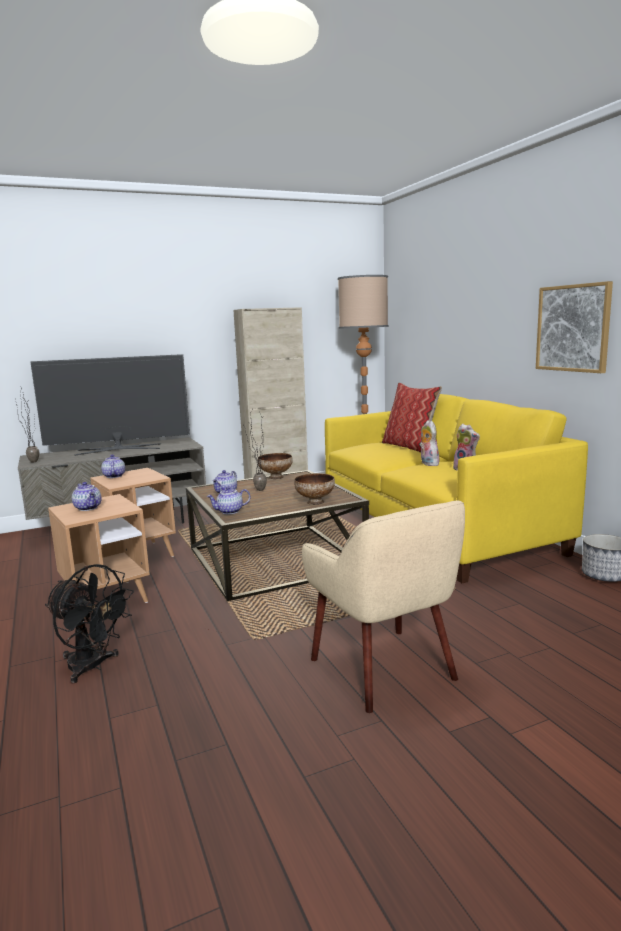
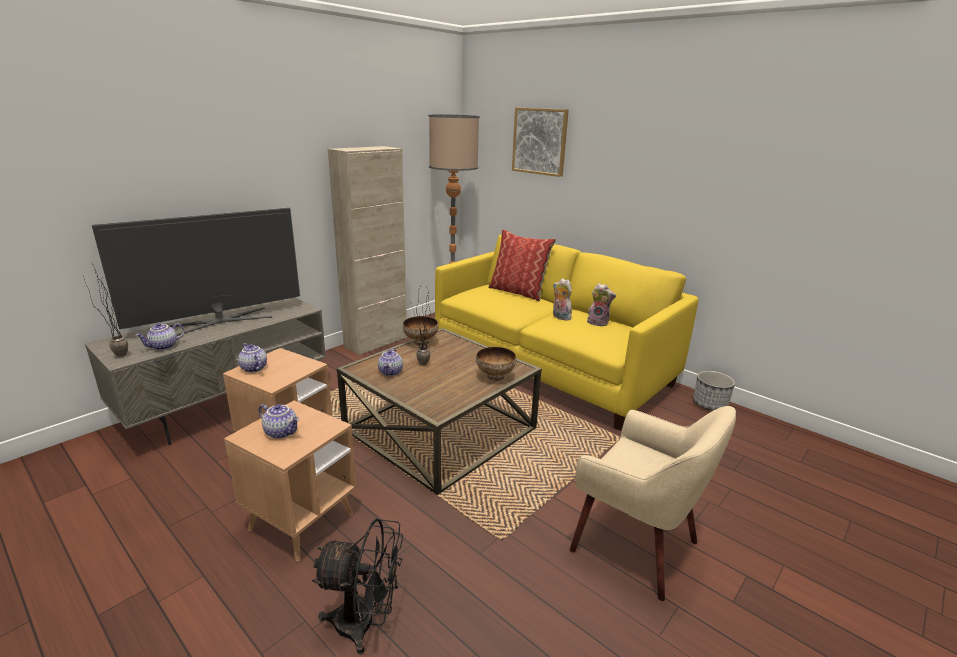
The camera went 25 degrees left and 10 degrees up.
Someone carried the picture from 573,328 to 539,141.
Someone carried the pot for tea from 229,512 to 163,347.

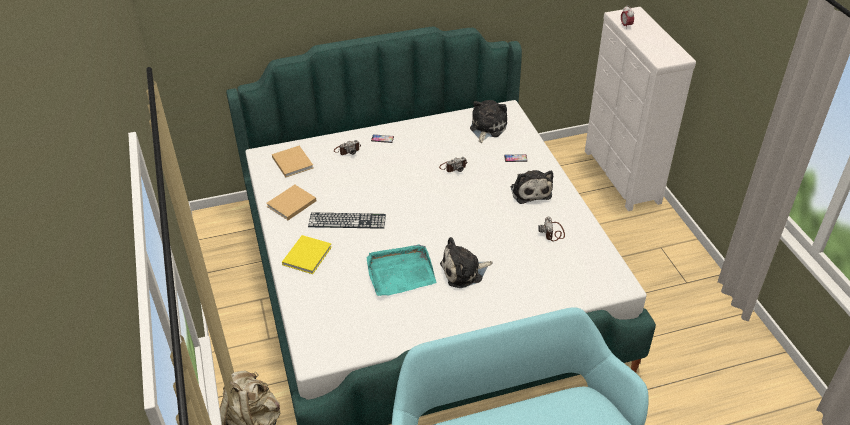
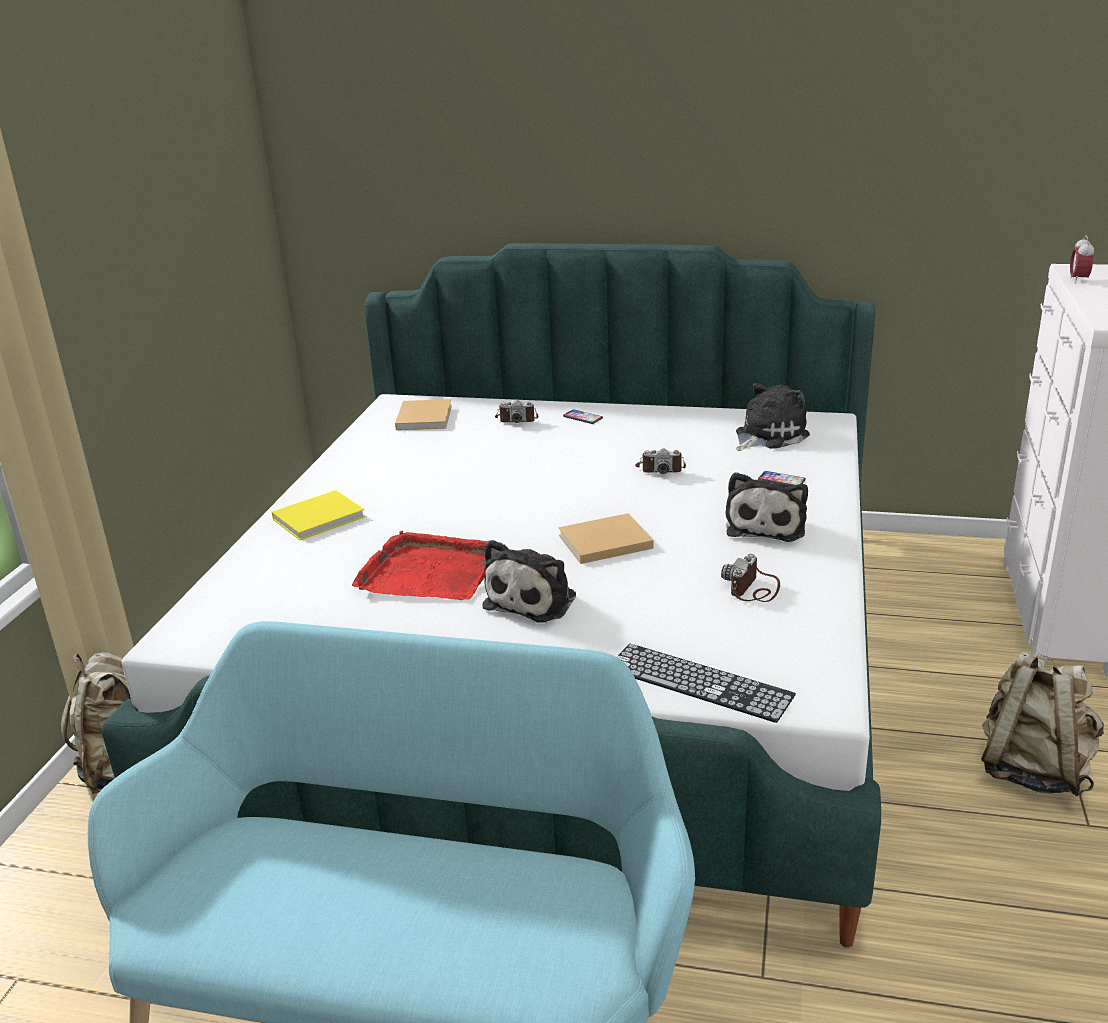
The camera went 30 degrees right and 15 degrees down.
Someone carried the beige book from 290,204 to 602,542.
Someone carried the computer keyboard from 347,220 to 699,682.
Someone rotated the plush toy at 464,271 by 75 degrees counterclockwise.
Someone repainted the turquoise-coloured serving tray at 400,272, which became the red serving tray at 429,572.
Someone put down the beige rucksack at 1032,770.

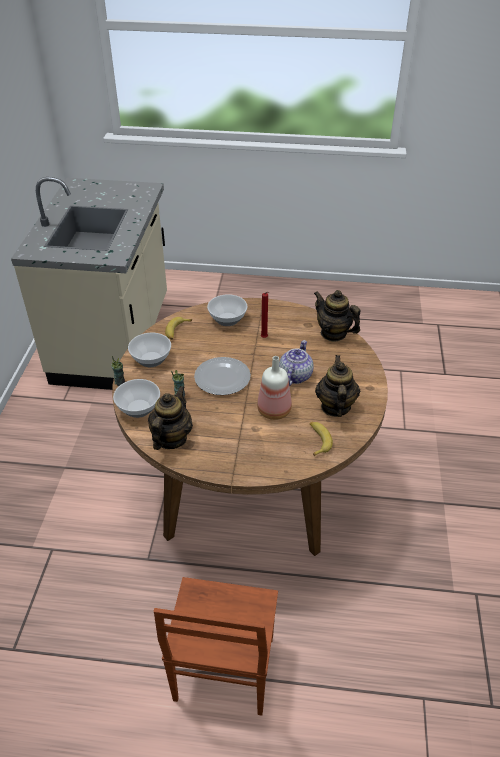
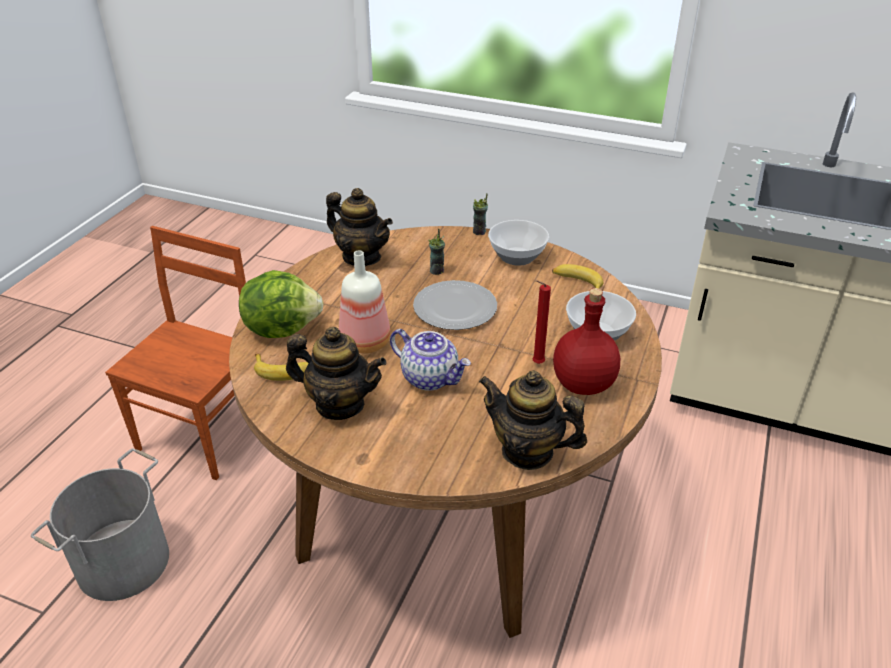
The camera went 105 degrees right and 5 degrees down.
Someone rotated the pot for tea at 333,333 by 120 degrees counterclockwise.
Someone took away the deep dish at 138,409.
Someone rotated the brownish plain chair at 222,670 by 90 degrees clockwise.
Someone put down the lettuce head at 282,328.
Someone put down the red bottle at 583,385.
Someone put down the grey bucket at 122,562.

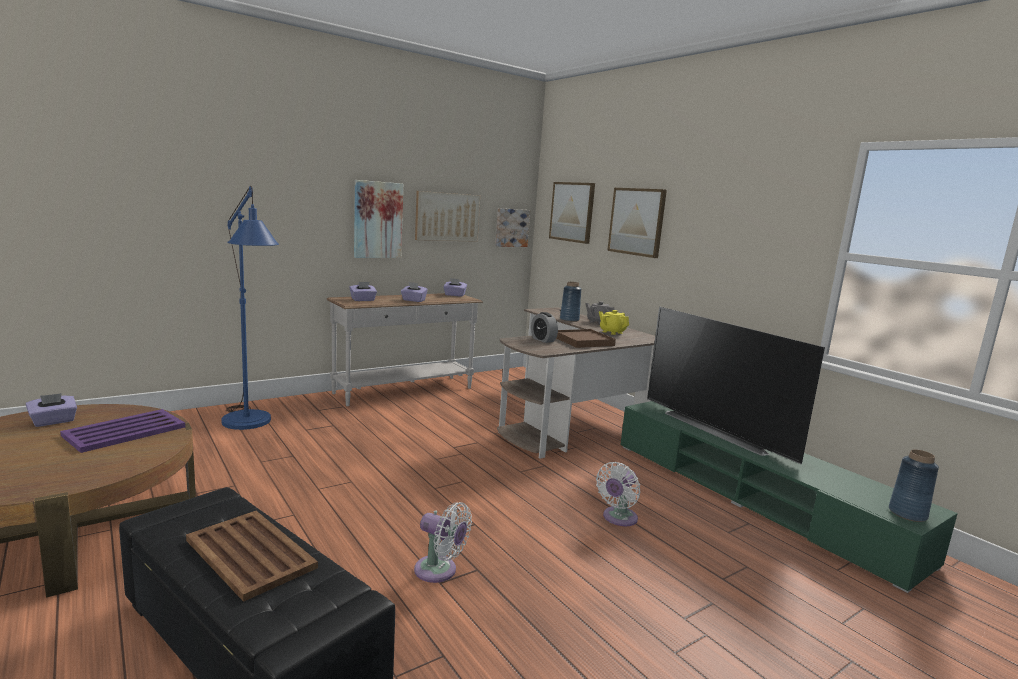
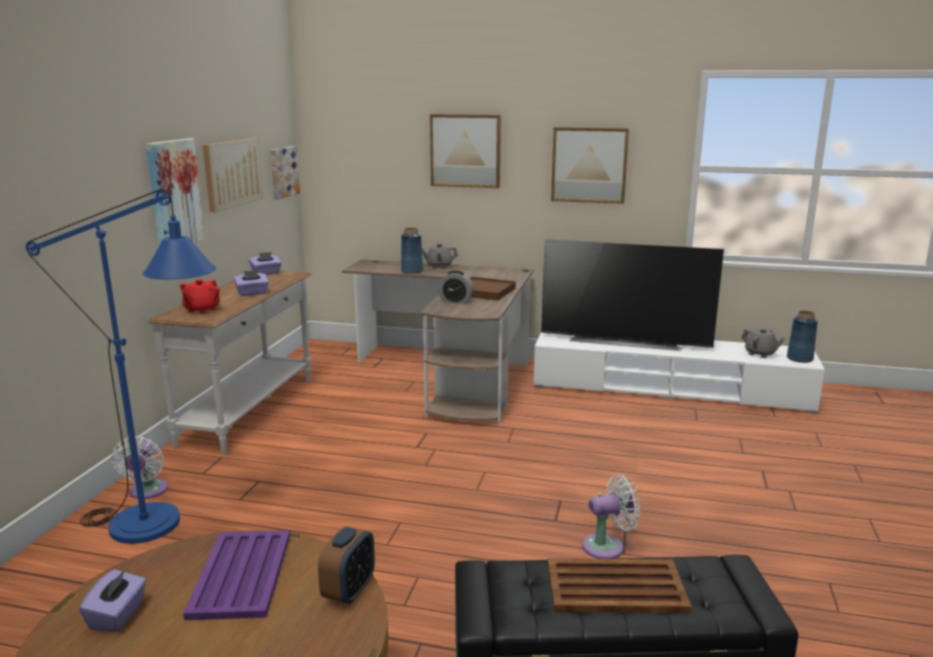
The camera went 40 degrees left and 5 degrees up.
Someone carried the picture from 572,212 to 589,165.
Someone swapped the purplish tissue box at 363,300 for the red pot for tea at 202,310.
Someone took away the yellow pot for tea at 612,332.
Someone repainted the green media console at 754,498, which became the white media console at 670,388.
Someone carried the white electric fan from 618,518 to 147,492.
Someone put down the grey pot for tea at 760,354.
Someone put down the table clock at 349,591.

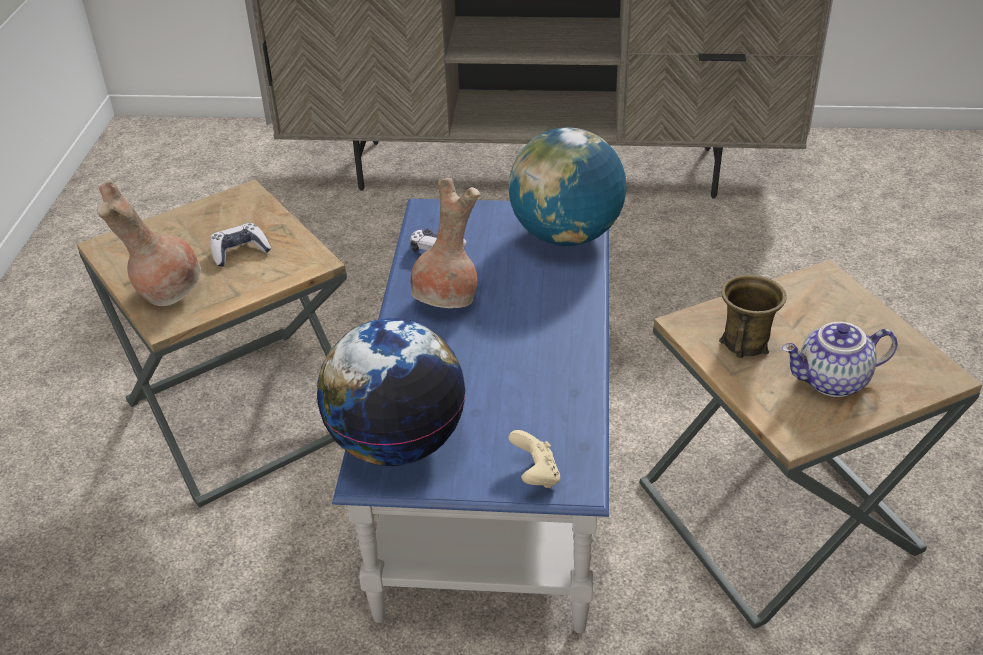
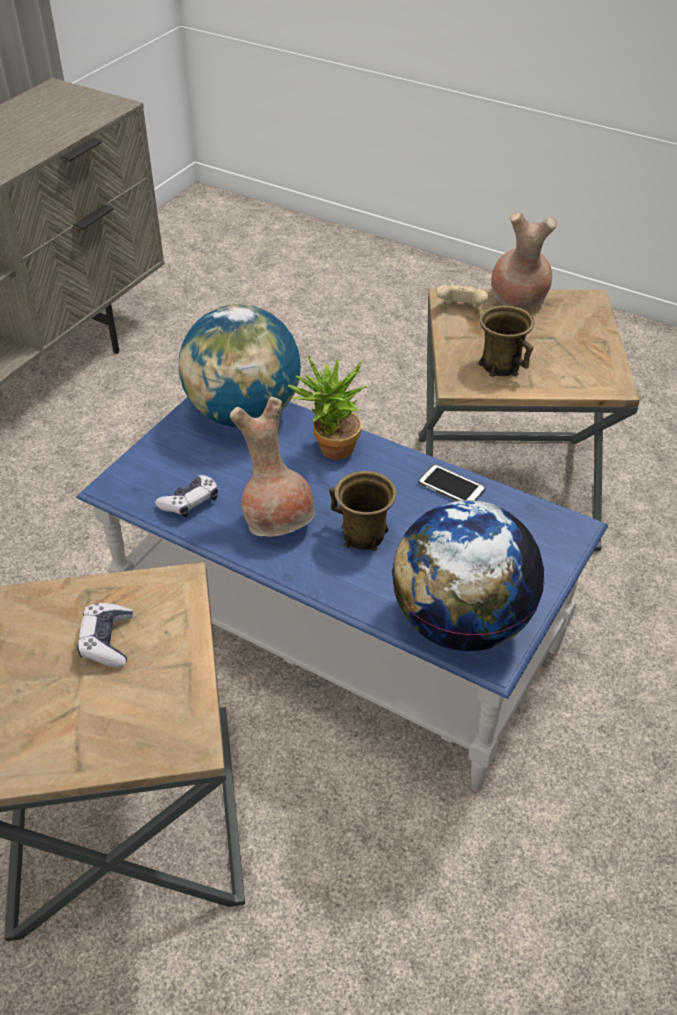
The camera went 65 degrees left and 5 degrees up.
Someone carried the brownish flower vase from 166,291 to 517,300.
Someone took away the pot for tea at 832,382.
Someone carried the beige joypad from 535,475 to 461,309.
Someone put down the houseplant at 330,451.
Someone put down the handset at 451,486.
Someone put down the brownish mug at 363,536.

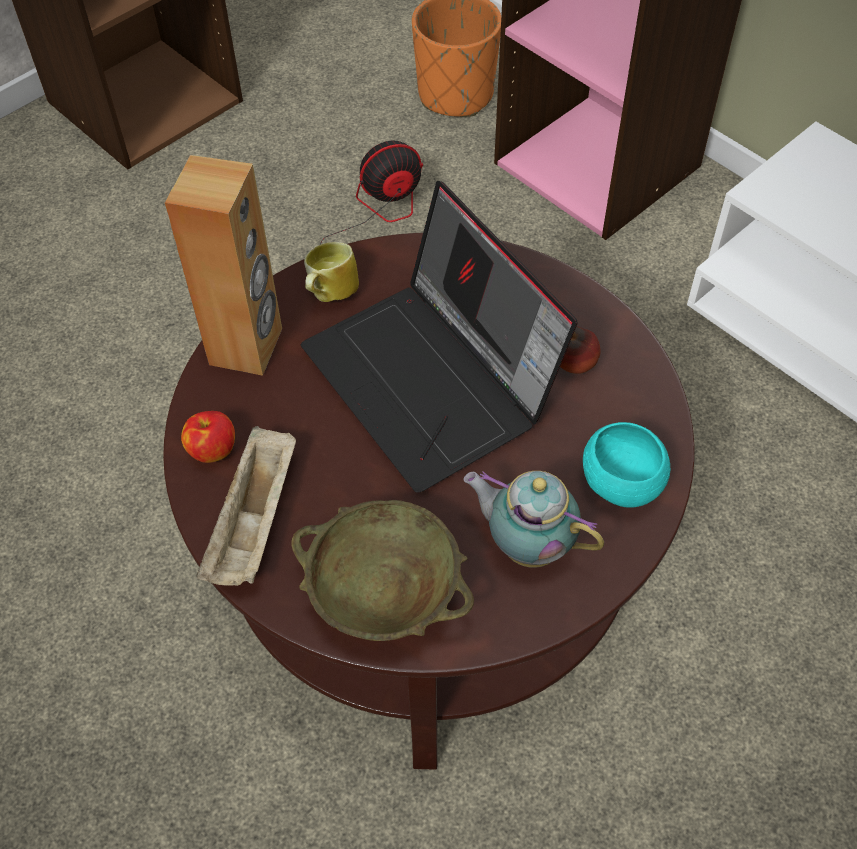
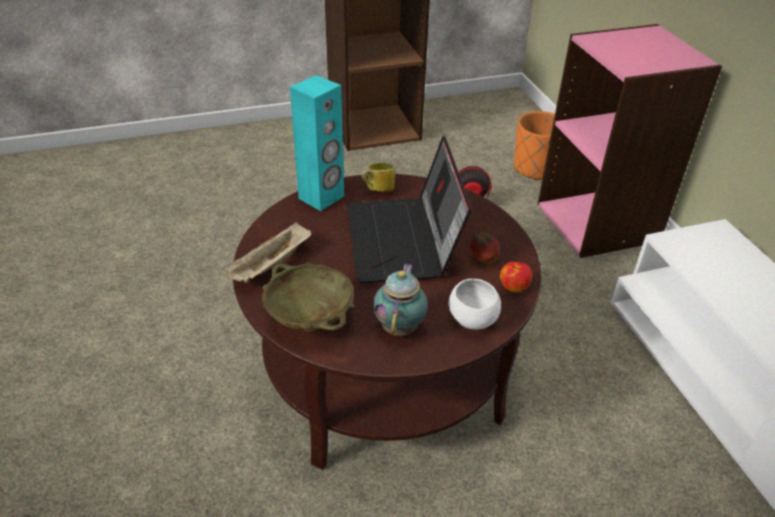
The camera went 25 degrees right and 15 degrees down.
Someone repainted the brownish speaker at 247,346, which became the turquoise-coloured speaker at 321,197.
Someone carried the whole apple from 212,449 to 513,287.
Someone repainted the turquoise-coloured deep dish at 621,484, which became the white deep dish at 472,320.
Someone rotated the pot for tea at 527,544 by 45 degrees clockwise.

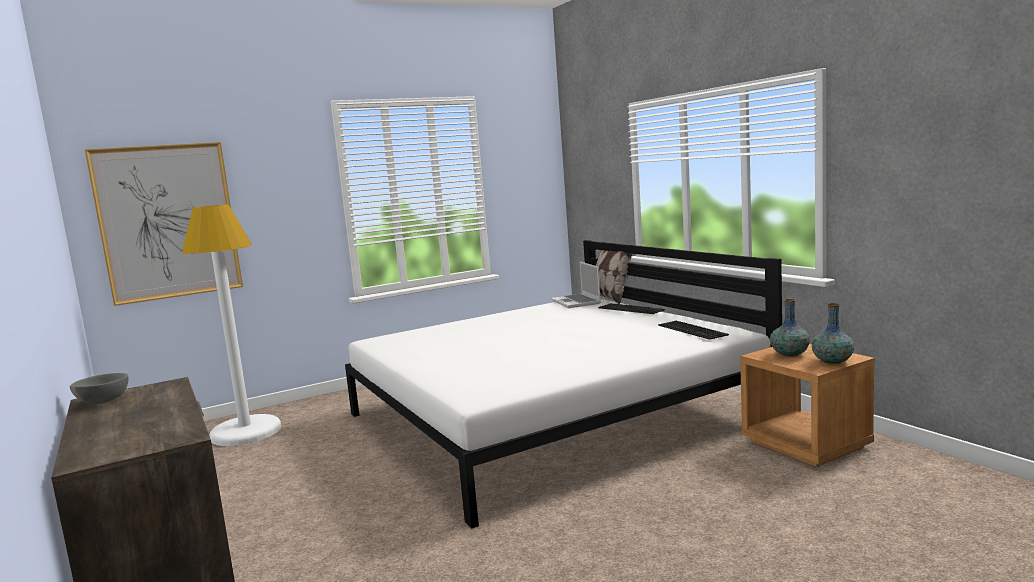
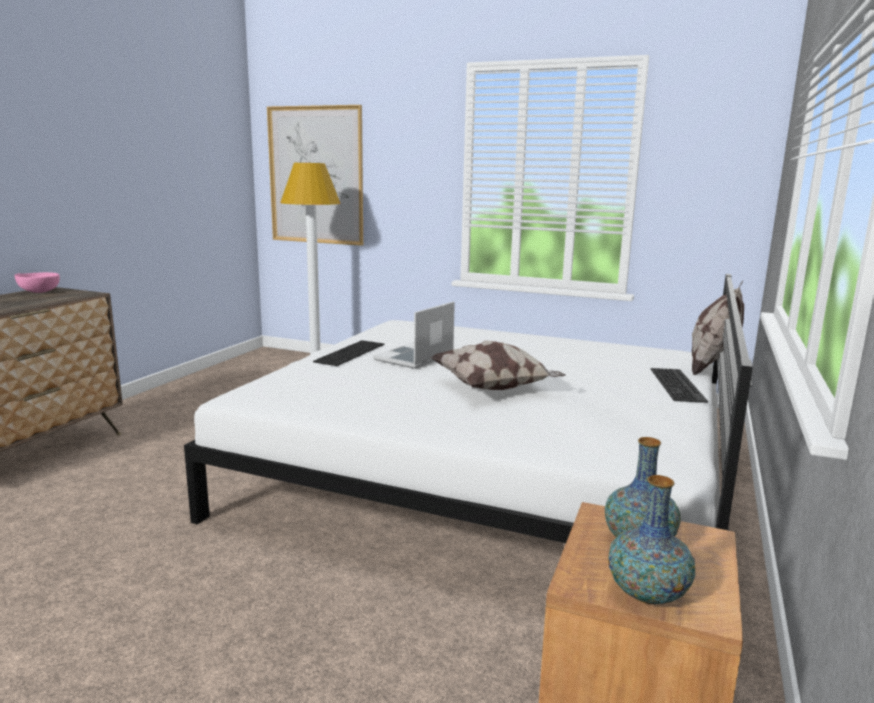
The camera went 50 degrees right and 5 degrees up.
Someone carried the notebook computer from 577,302 to 414,357.
Someone carried the computer keyboard from 693,330 to 351,353.
Someone repainted the grey deep dish at 101,402, which became the pink deep dish at 39,292.
Someone put down the cushion at 494,388.

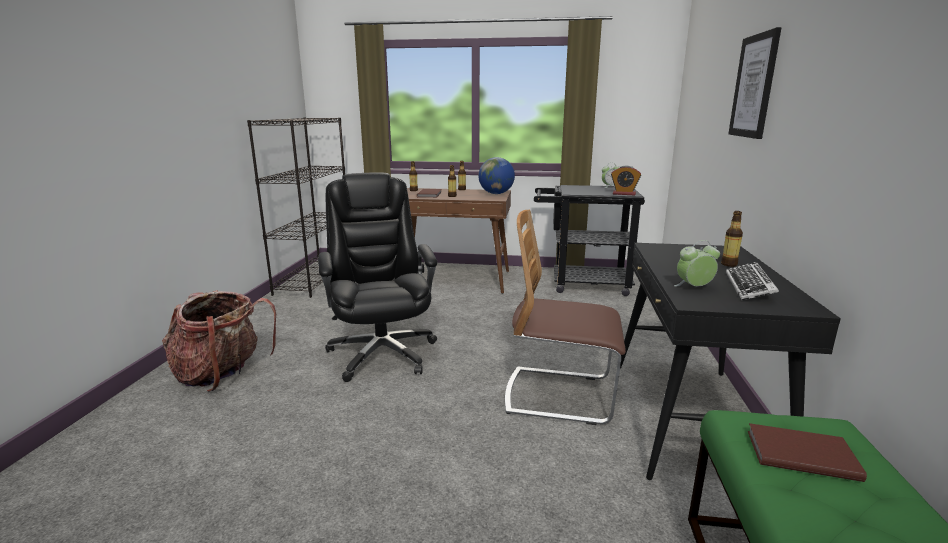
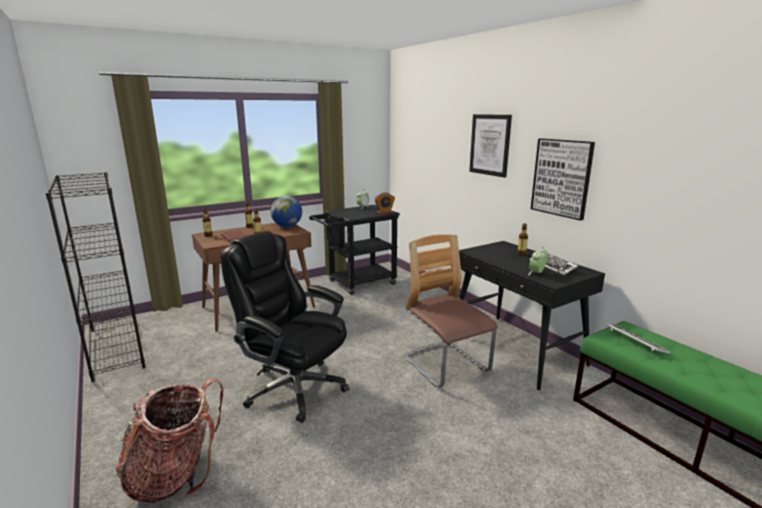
The camera went 40 degrees left and 0 degrees up.
Someone rotated the plain chair at 559,395 by 90 degrees clockwise.
Someone swapped the brownish book at 799,453 for the computer keyboard at 635,342.
Someone put up the picture at 561,178.

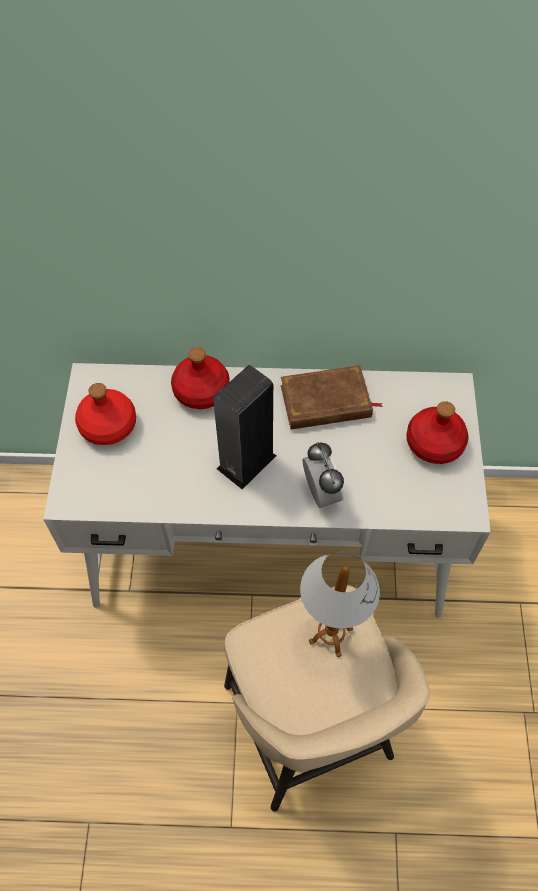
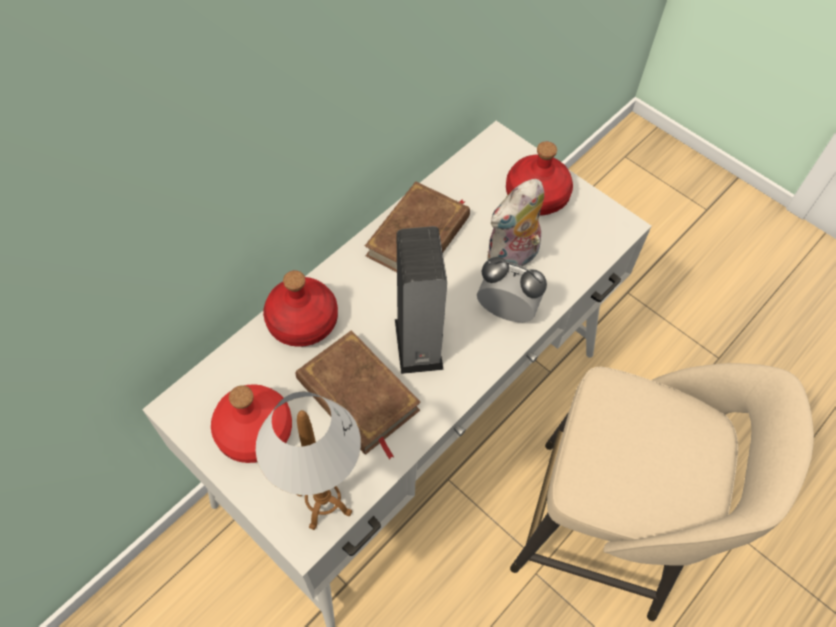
The camera went 50 degrees left and 0 degrees up.
Someone carried the tabletop lamp from 330,635 to 323,503.
Someone put down the plush toy at 512,259.
Someone put down the brownish book at 357,396.

